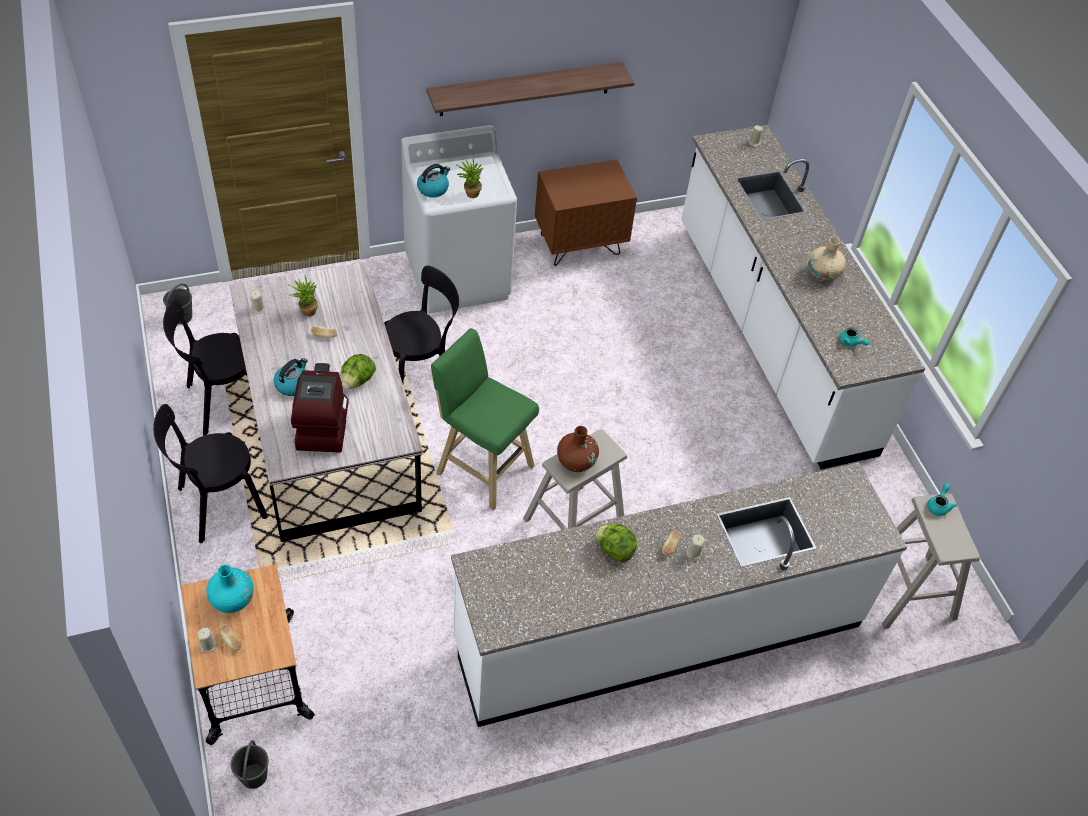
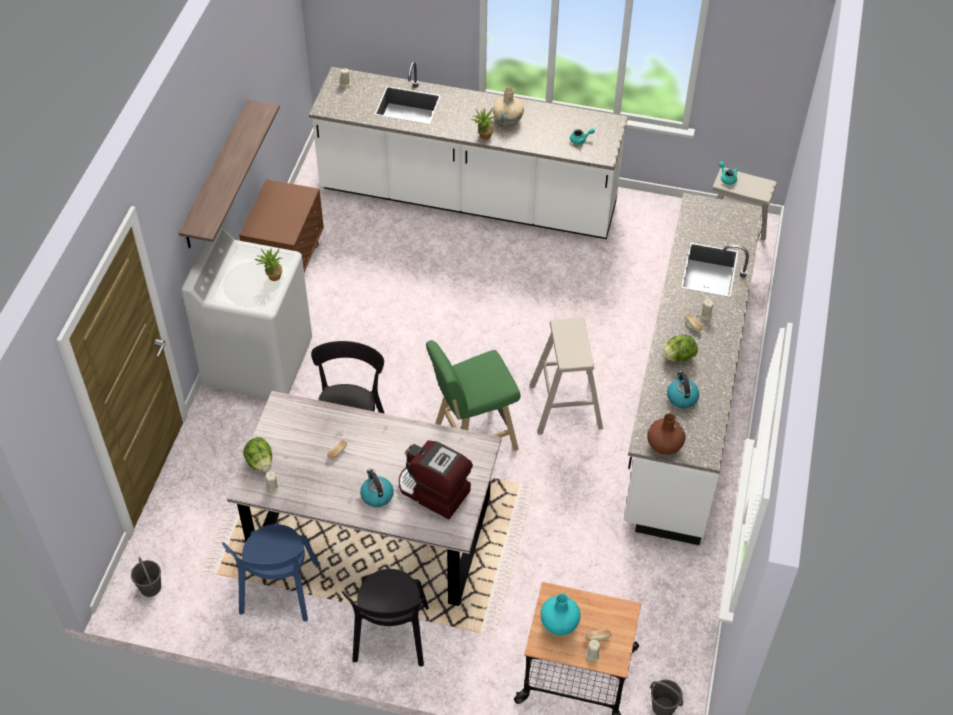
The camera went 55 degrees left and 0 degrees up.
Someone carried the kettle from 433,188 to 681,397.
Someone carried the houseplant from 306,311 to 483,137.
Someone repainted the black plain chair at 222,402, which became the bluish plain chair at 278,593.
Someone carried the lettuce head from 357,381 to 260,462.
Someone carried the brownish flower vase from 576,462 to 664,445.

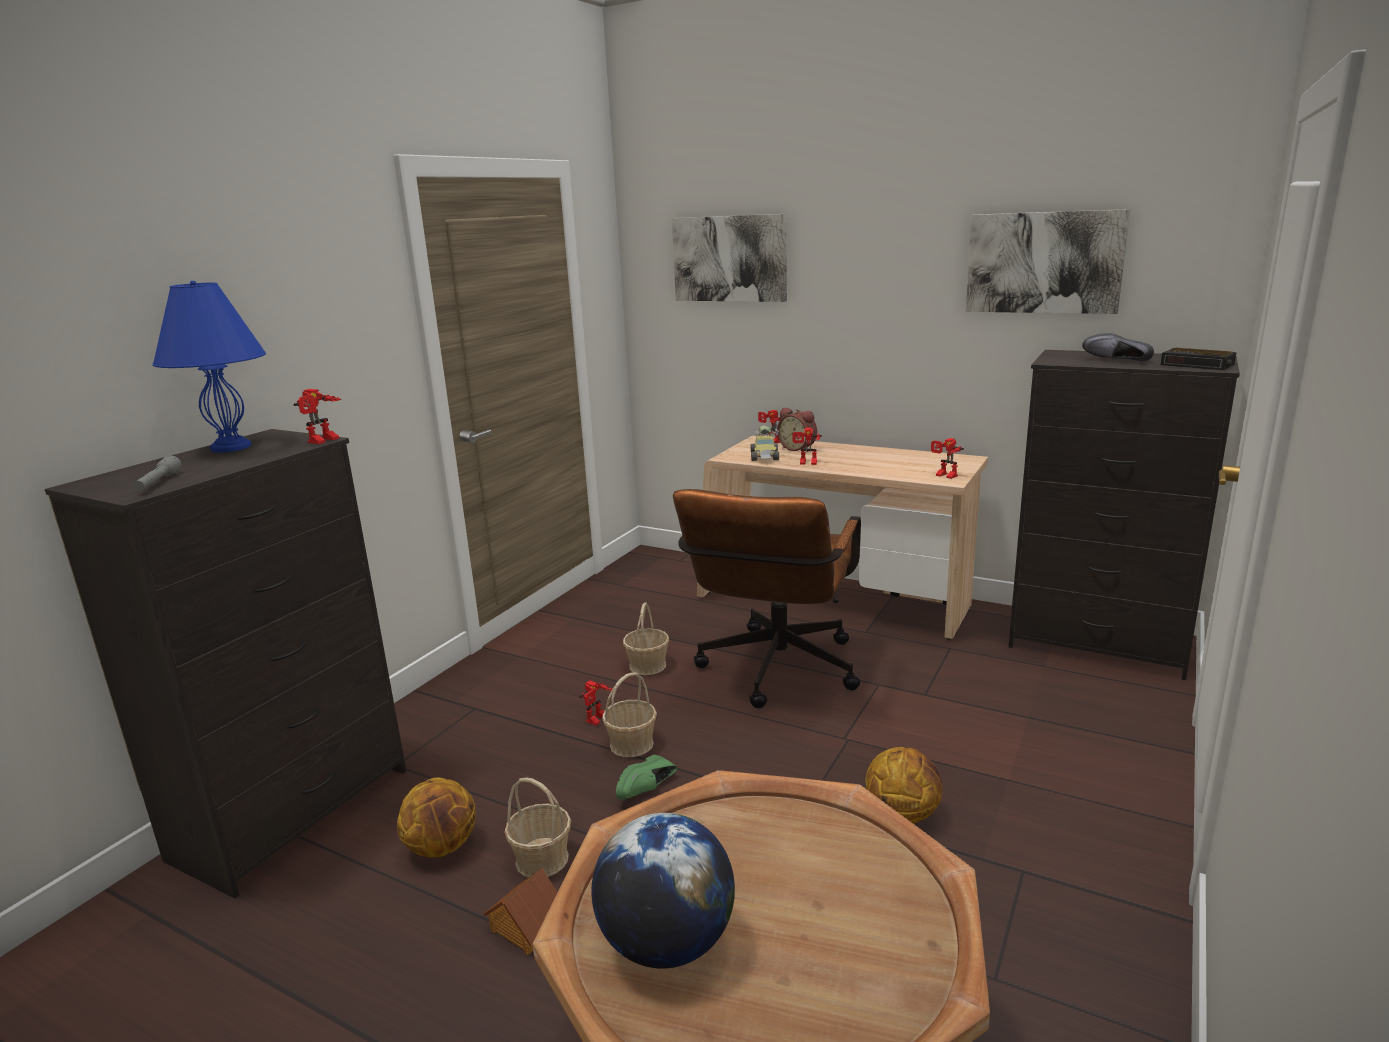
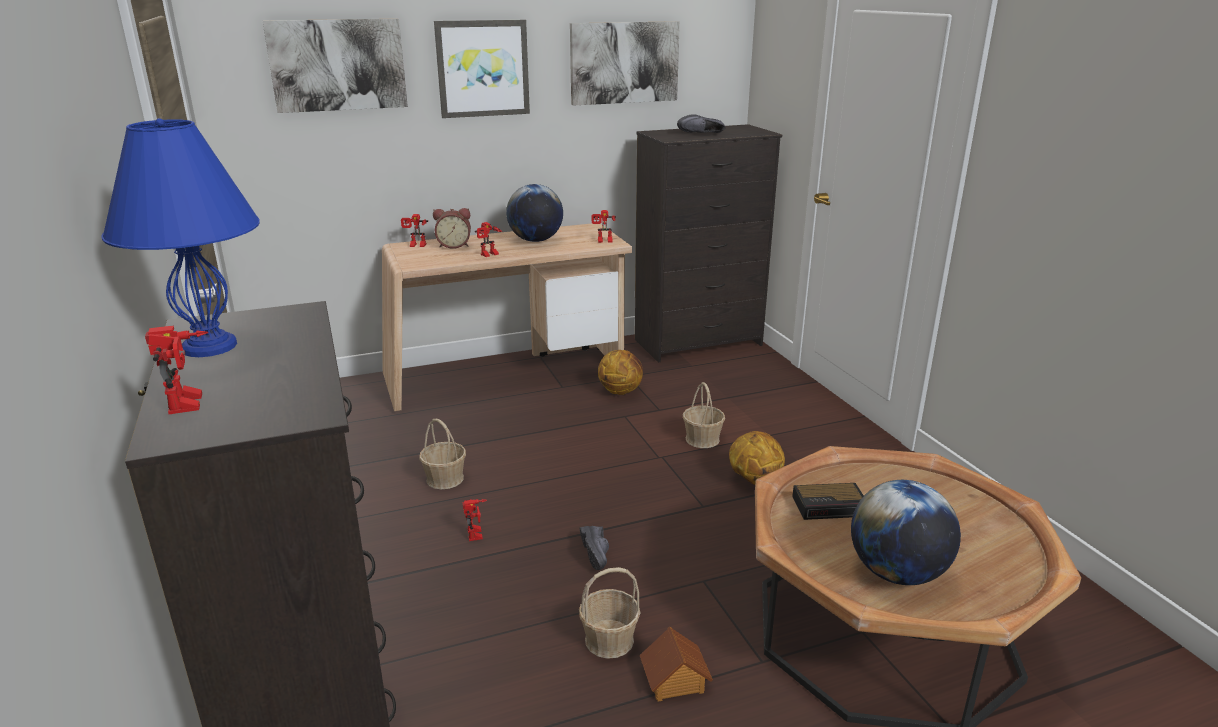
The camera went 50 degrees left and 5 degrees up.
Someone carried the table clock from 1198,365 to 831,506.
Someone carried the robot figure from 324,441 to 192,404.
Someone took away the model car at 765,456.
Someone took away the grey hand torch at 158,483.
Someone took away the brownish office chair at 774,674.
Someone carried the storage basket from 632,744 to 702,439.
Someone repainted the green low shoe at 648,789, which became the black low shoe at 598,554.
Someone carried the basketball from 442,847 to 620,391.
Someone put up the picture at 482,68.
Someone put down the globe at 535,240.

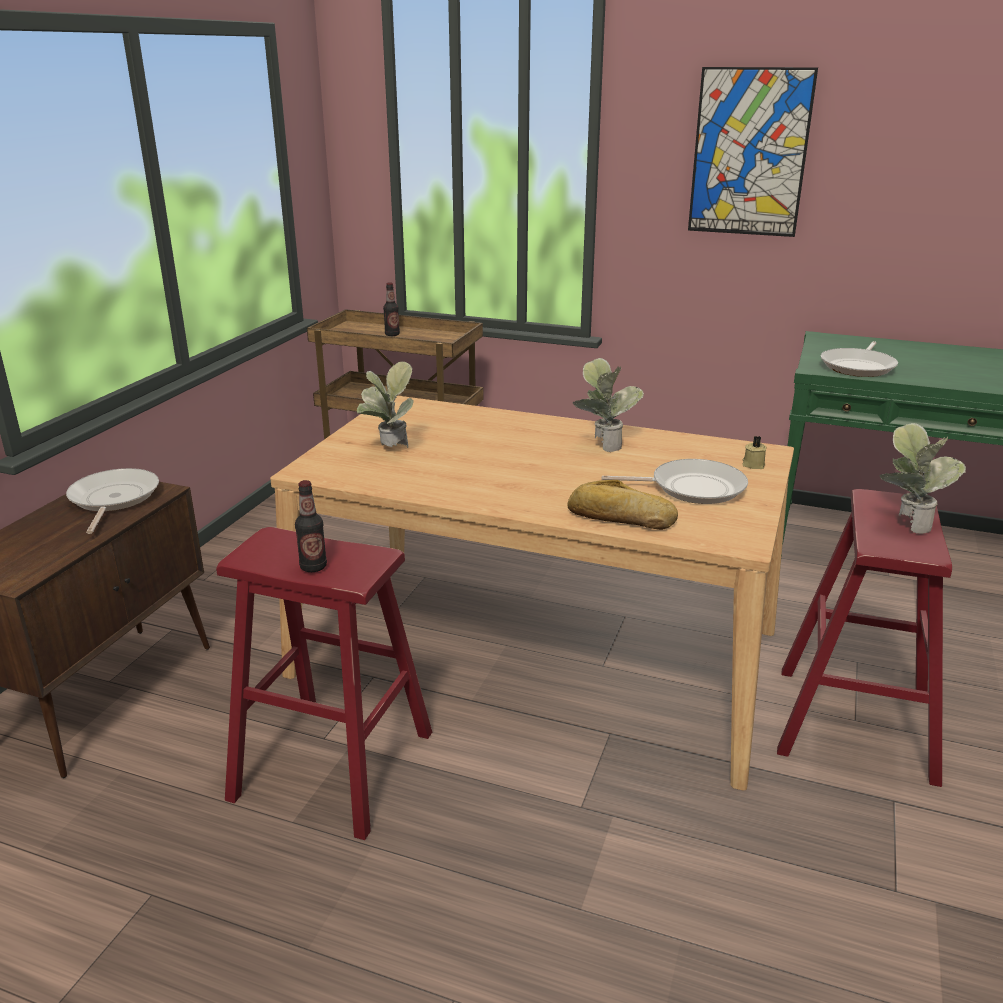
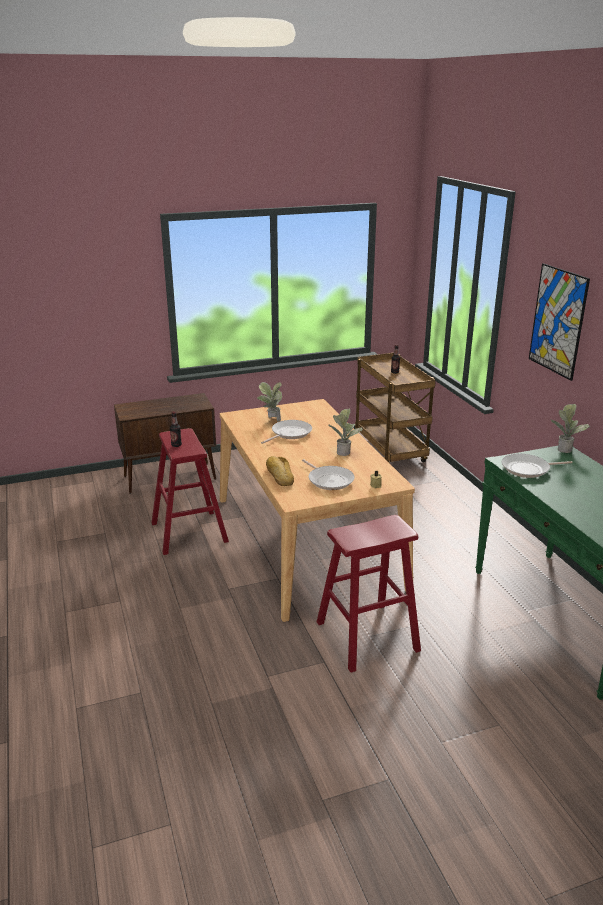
The camera went 50 degrees right and 0 degrees up.
Someone carried the houseplant from 907,523 to 564,448.
Someone carried the pan from 113,499 to 289,433.

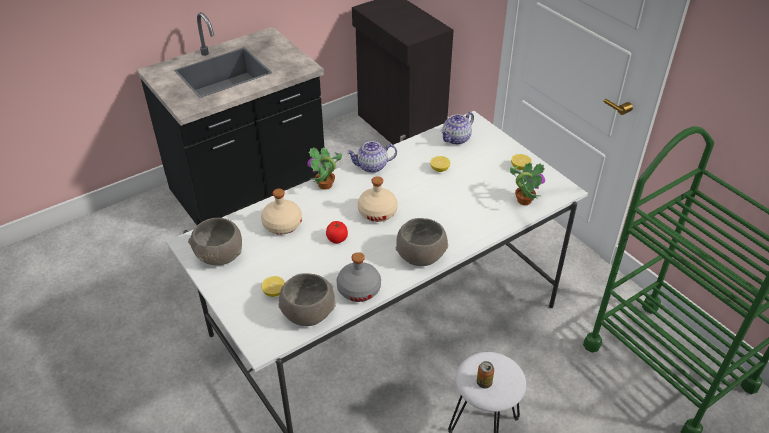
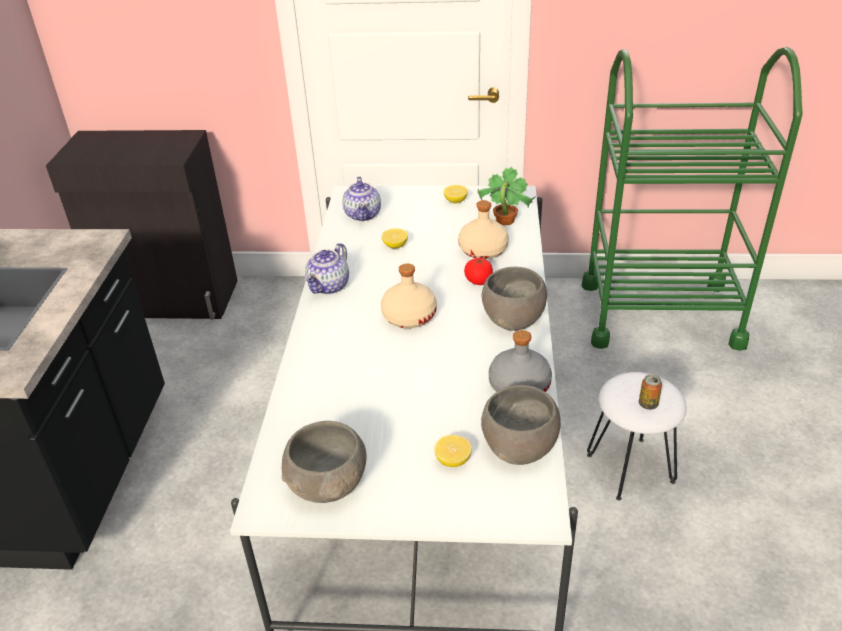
The camera went 50 degrees left and 5 degrees down.
Someone took away the houseplant at 325,185.
Someone carried the beige bottle from 282,224 to 483,250.
Someone carried the whole tomato from 337,239 to 478,281.

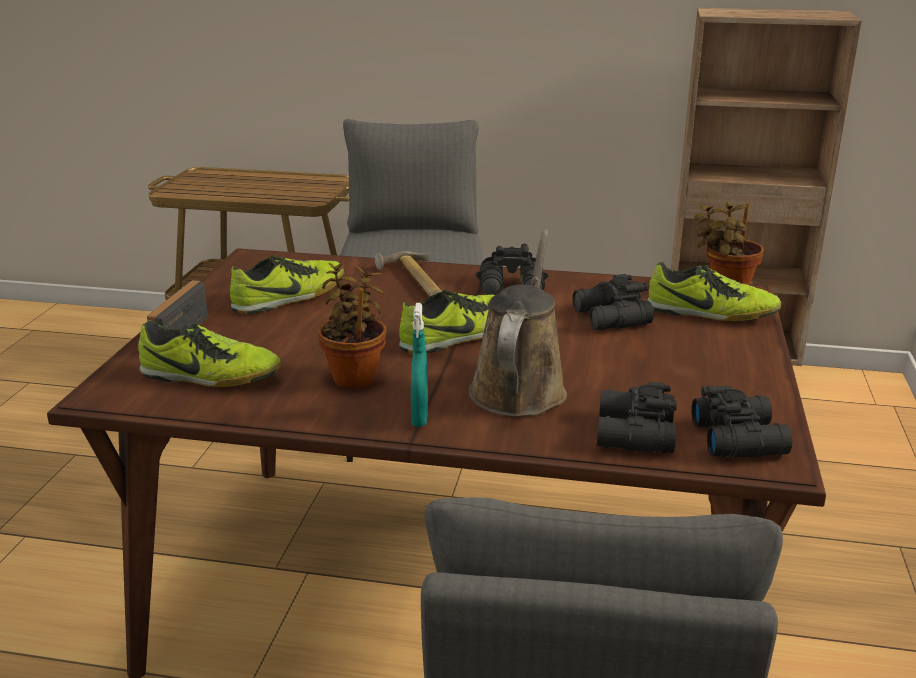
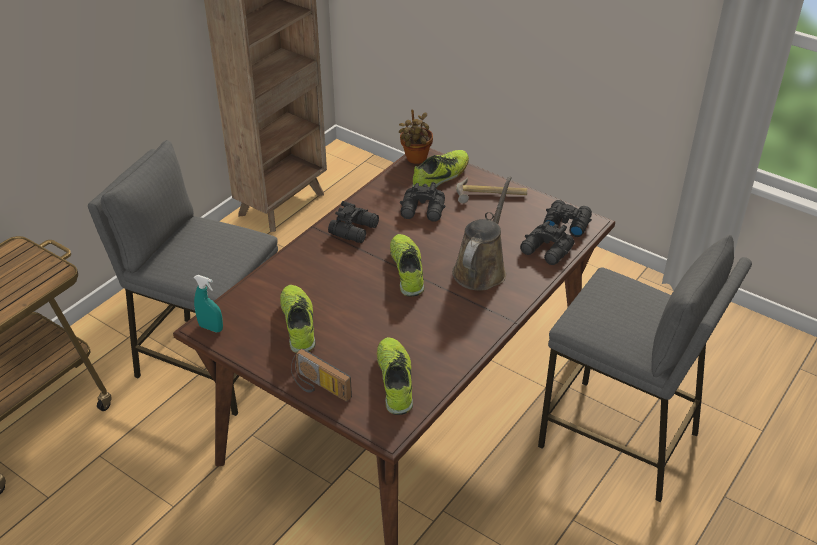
The camera went 65 degrees left and 15 degrees up.
Someone rotated the brownish sprinkling can at 519,387 by 75 degrees clockwise.
Someone carried the hammer from 413,281 to 491,195.
Someone took away the houseplant at 355,376.
Someone carried the turquoise-coloured sprayer from 419,417 to 211,328.
Someone rotated the low shoe at 210,377 by 45 degrees counterclockwise.

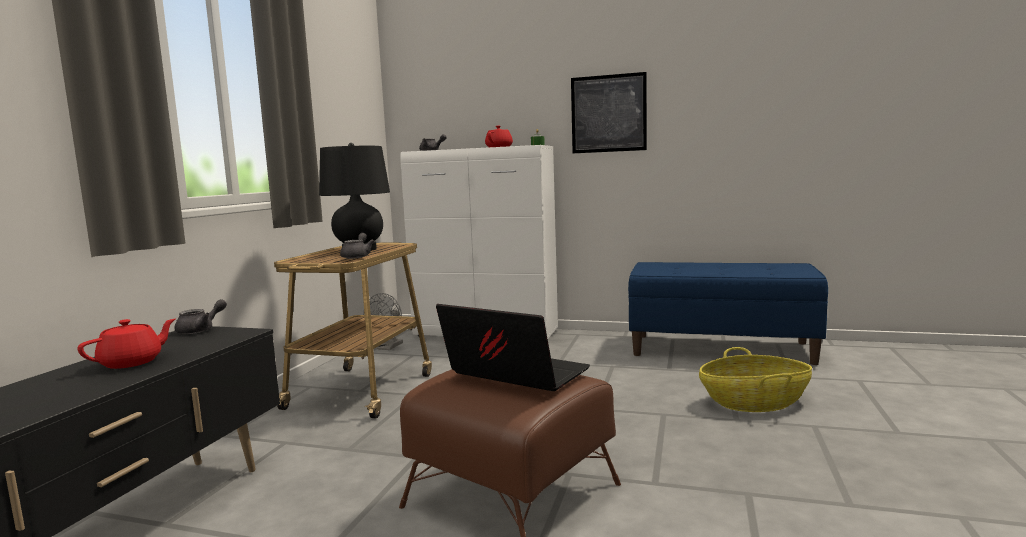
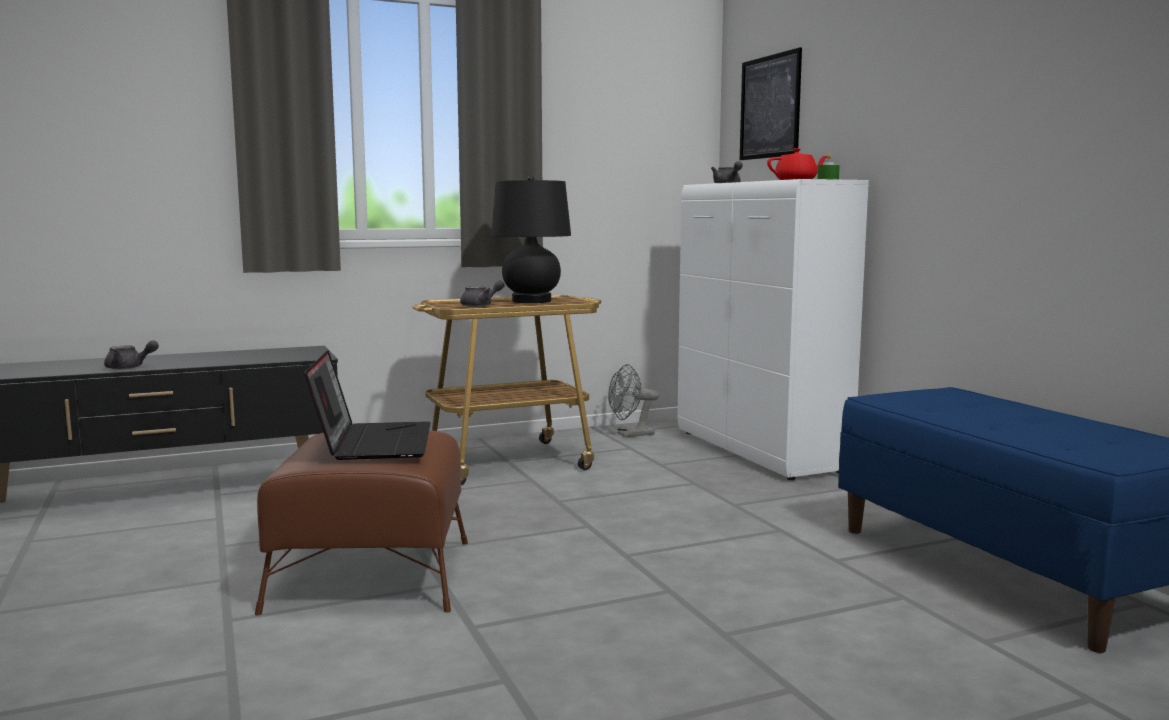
The camera went 50 degrees right and 0 degrees up.
Someone carried the picture from 608,113 to 770,107.
Someone carried the grey pot for tea from 201,330 to 129,368.
Someone took away the red pot for tea at 132,362.
Someone took away the storage basket at 754,402.

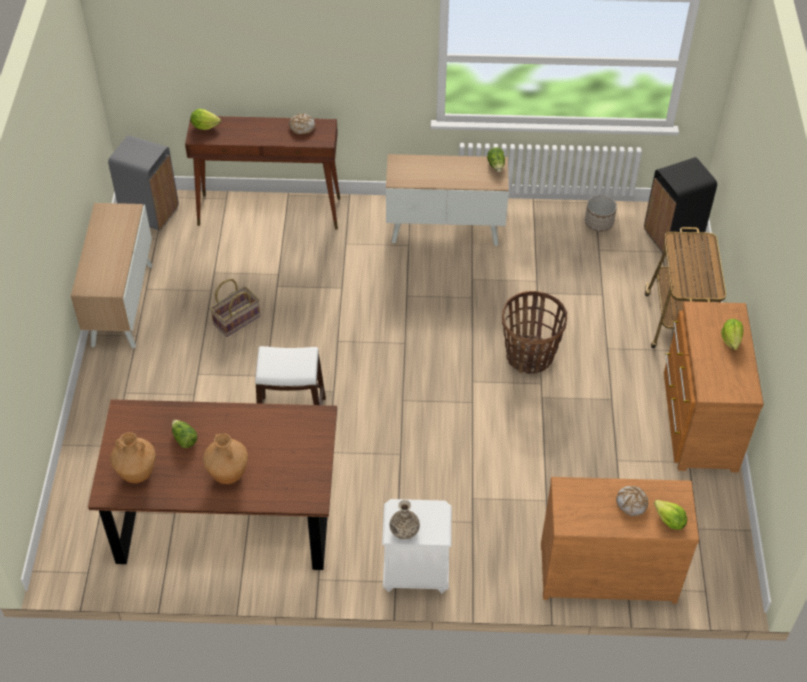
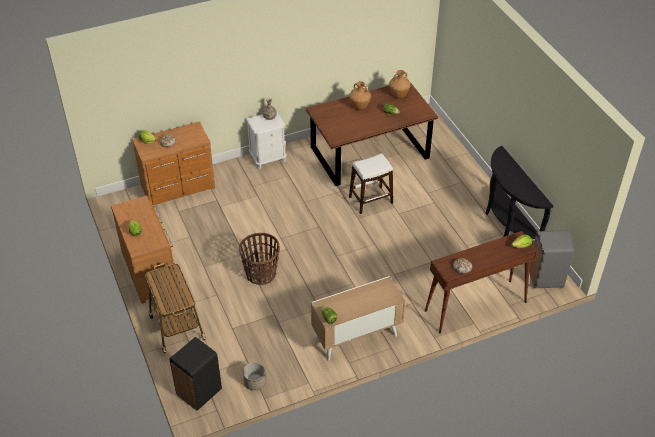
The camera went 155 degrees right and 5 degrees down.
Someone swapped the cupboard at 121,304 for the black console table at 507,221.
Someone took away the storage basket at 236,319.

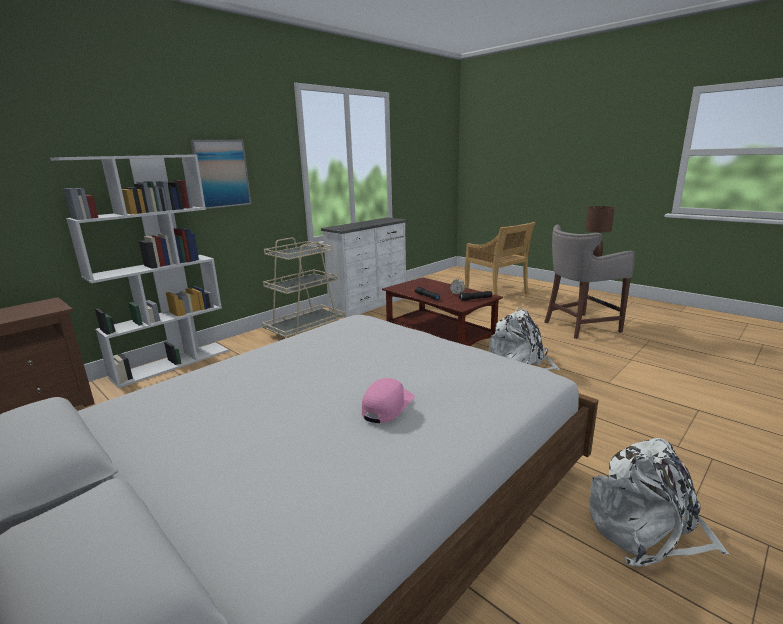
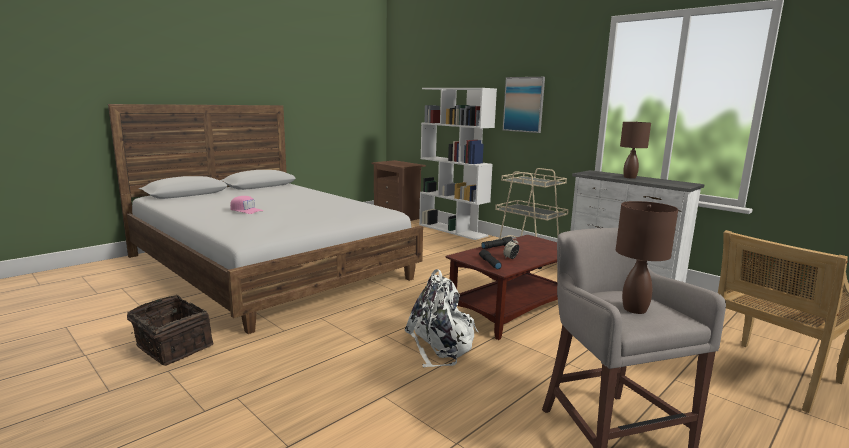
The camera went 90 degrees right and 5 degrees down.
Someone swapped the white rucksack at 646,530 for the storage basket at 172,347.
Someone put down the brownish tabletop lamp at 630,177.

